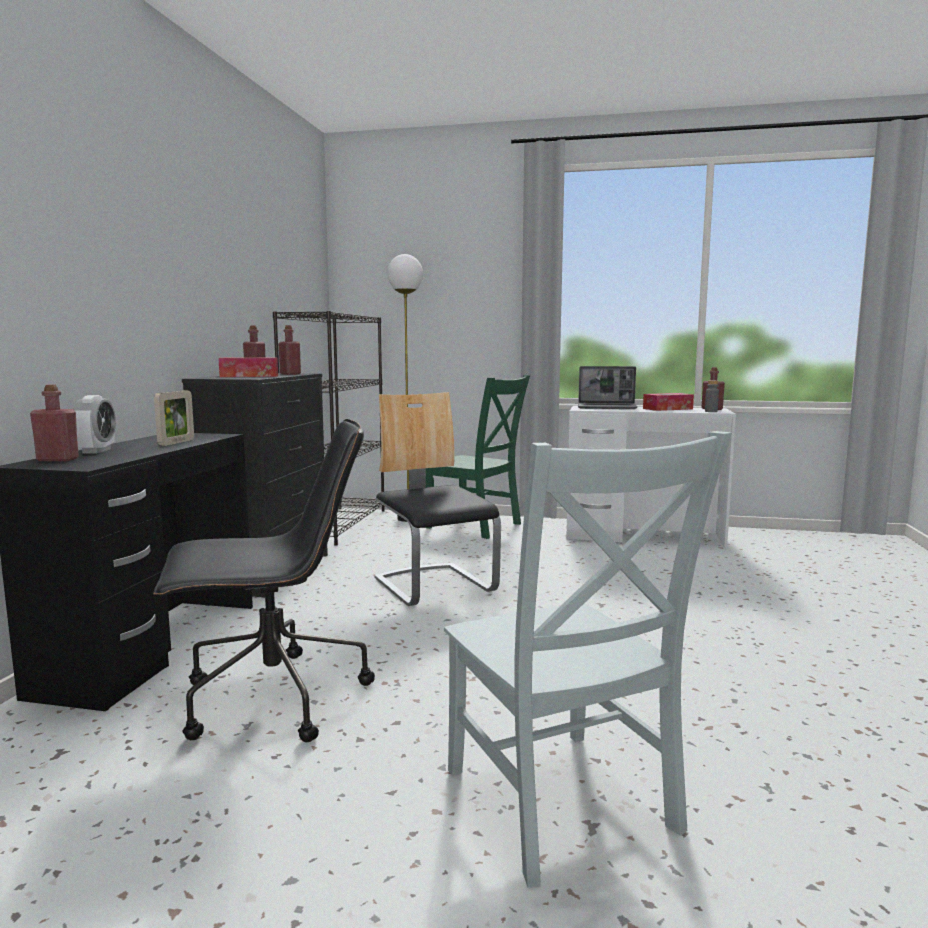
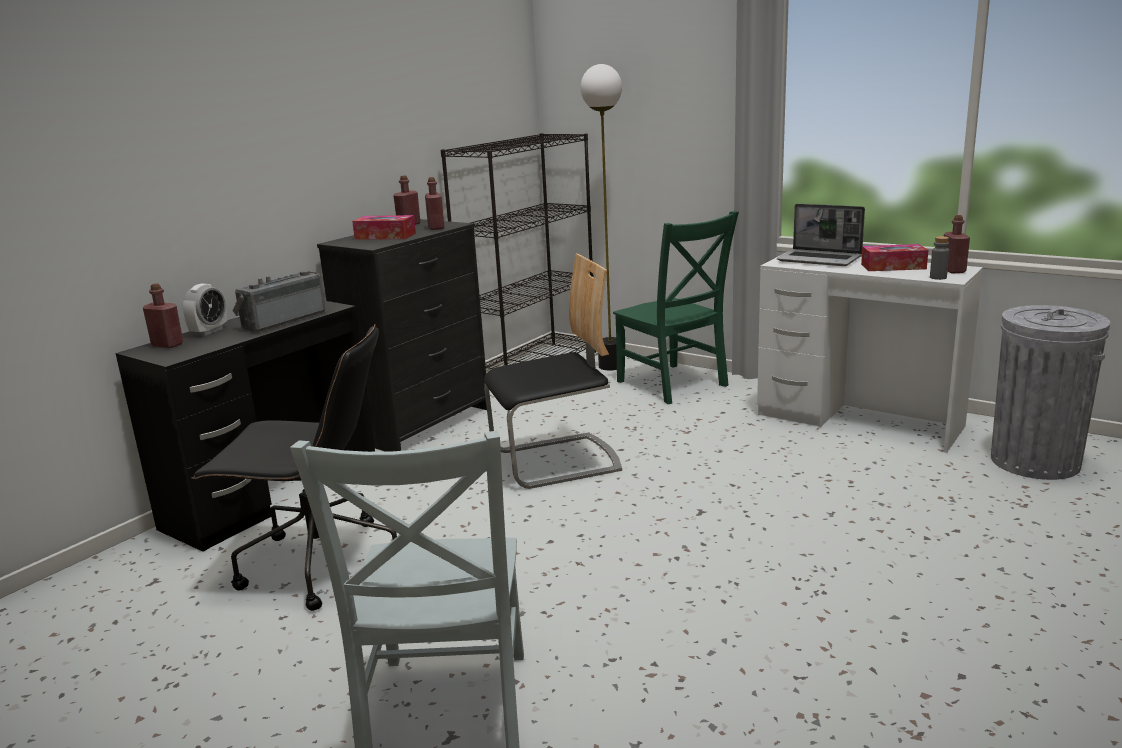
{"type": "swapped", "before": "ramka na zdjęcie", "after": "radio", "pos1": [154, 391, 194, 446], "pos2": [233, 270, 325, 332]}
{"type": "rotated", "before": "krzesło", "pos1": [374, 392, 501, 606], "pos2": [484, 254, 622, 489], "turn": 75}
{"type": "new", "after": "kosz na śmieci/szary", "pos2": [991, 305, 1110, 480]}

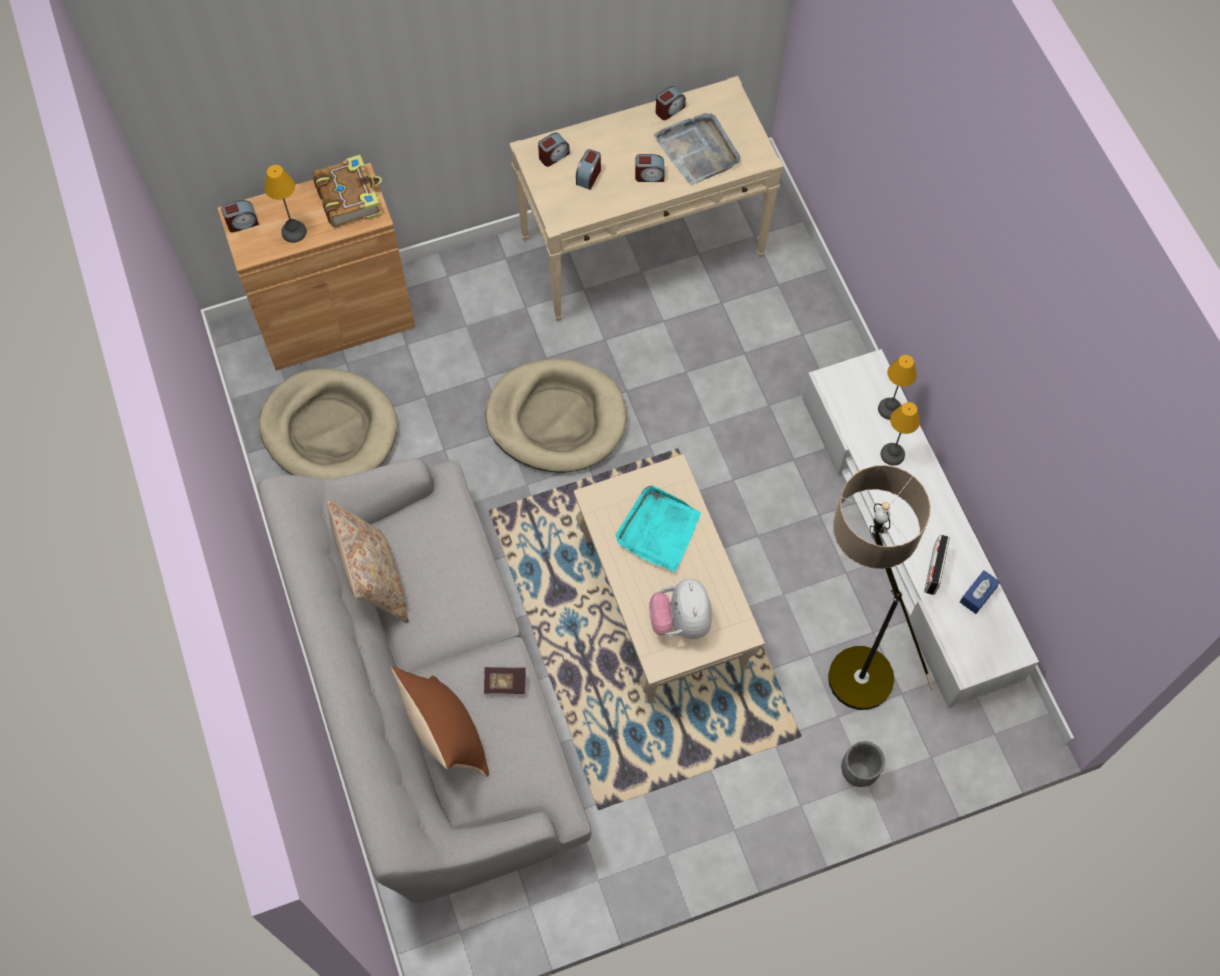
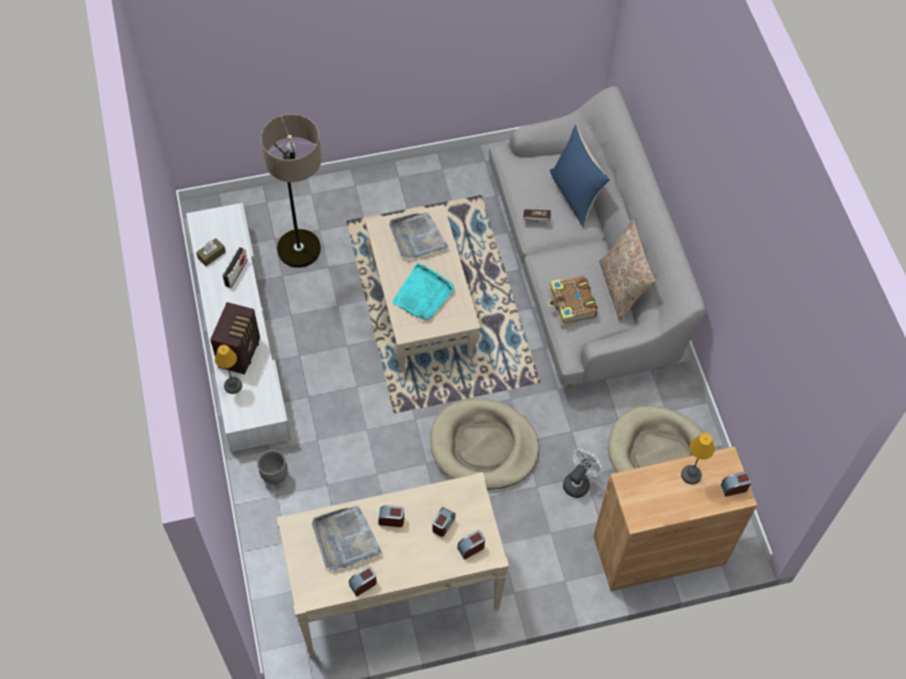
{"type": "shifted", "before": "książka", "pos1": [313, 155, 382, 228], "pos2": [548, 275, 598, 326]}
{"type": "swapped", "before": "lampa stołowa", "after": "radio", "pos1": [881, 402, 920, 466], "pos2": [210, 302, 260, 375]}
{"type": "repainted", "before": "pudełko chusteczek/niebieski", "after": "pudełko chusteczek/brązowy", "pos1": [960, 570, 1000, 614], "pos2": [196, 238, 226, 266]}
{"type": "swapped", "before": "pluszak", "after": "taca/szary", "pos1": [649, 578, 712, 639], "pos2": [389, 212, 448, 259]}
{"type": "repainted", "before": "poduszka/brązowy", "after": "poduszka/niebieski", "pos1": [391, 666, 489, 777], "pos2": [550, 125, 610, 227]}
{"type": "shifted", "before": "donica/szary", "pos1": [841, 741, 885, 787], "pos2": [257, 450, 288, 485]}
{"type": "new", "after": "wentylator/biały", "pos2": [563, 449, 602, 498]}

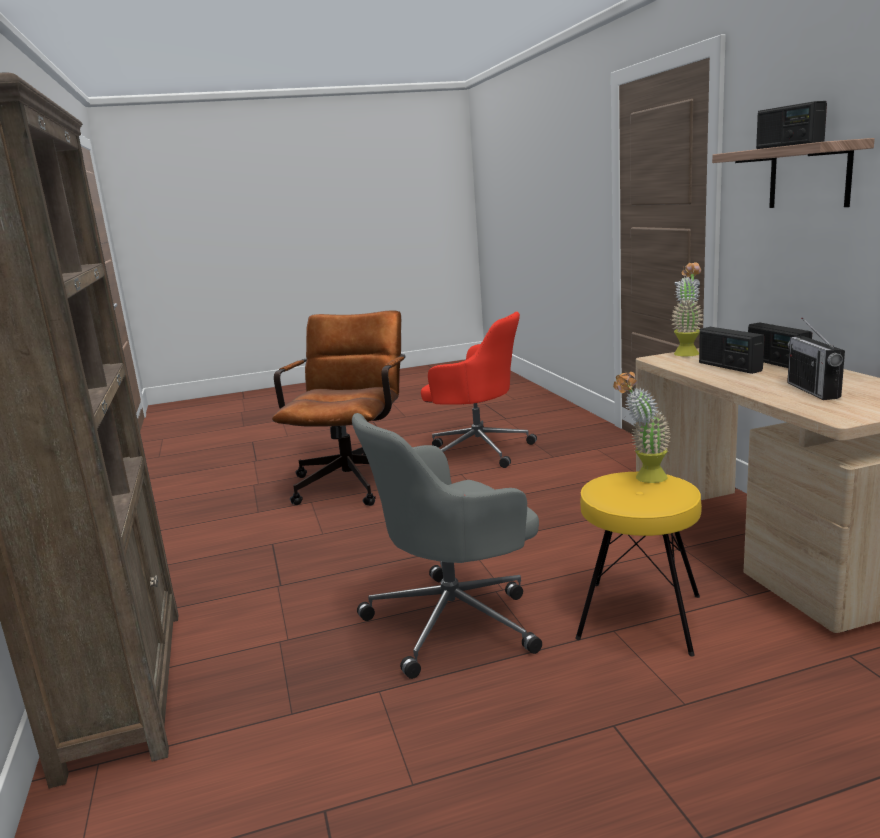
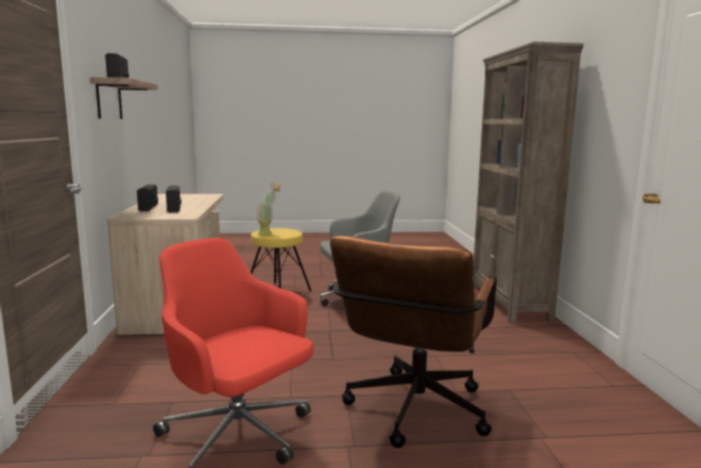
{"type": "gone", "before": "roślina doniczkowa", "pos1": [671, 262, 703, 356]}
{"type": "gone", "before": "radio", "pos1": [787, 318, 845, 400]}

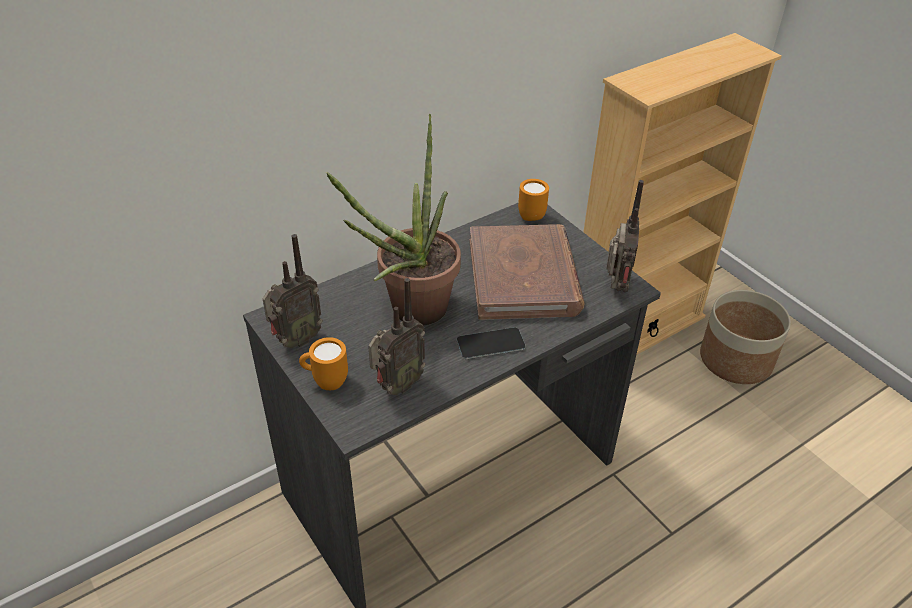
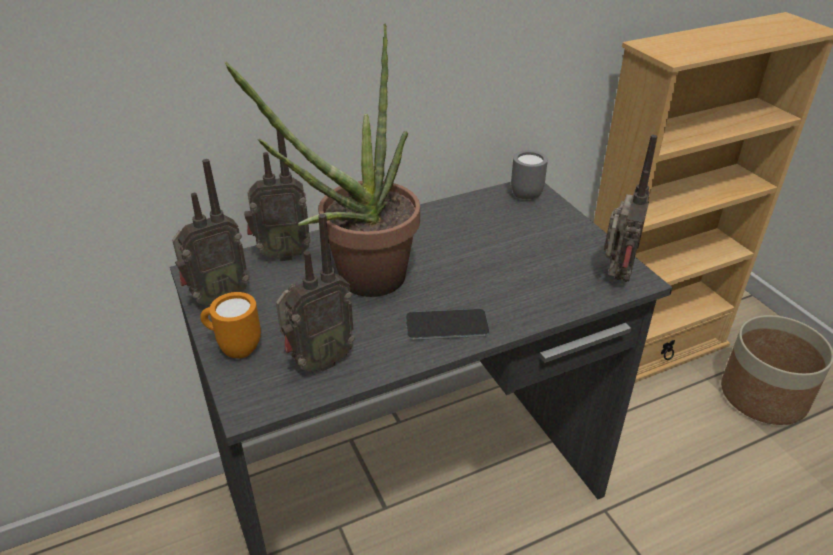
{"type": "repainted", "before": "kubek/pomarańczowy", "after": "kubek/szary", "pos1": [518, 179, 549, 221], "pos2": [511, 150, 548, 199]}
{"type": "gone", "before": "książka/brązowy", "pos1": [470, 224, 585, 320]}
{"type": "new", "after": "radio", "pos2": [244, 130, 311, 261]}

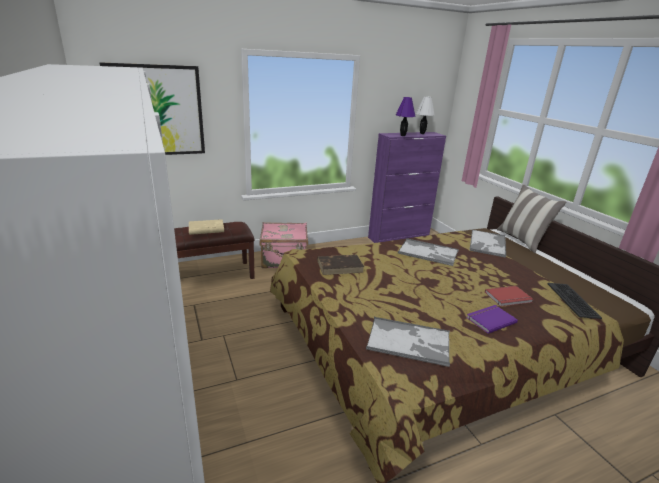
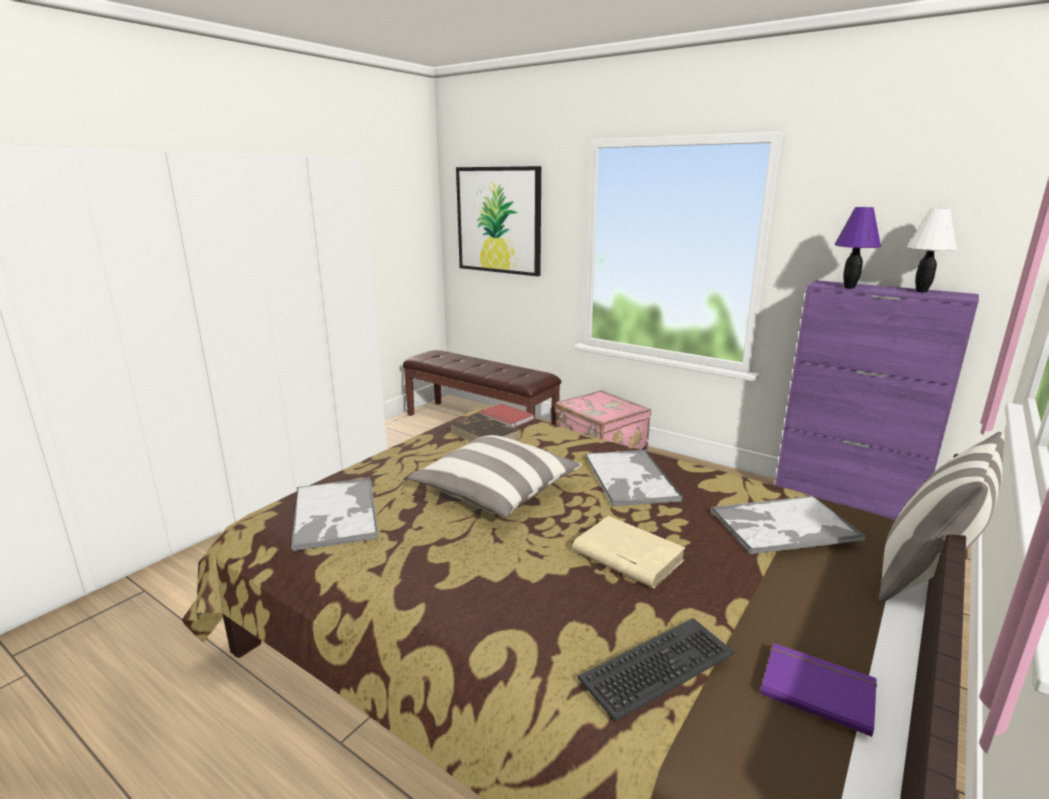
{"type": "shifted", "before": "książka/beżowy", "pos1": [189, 219, 224, 235], "pos2": [573, 516, 685, 588]}
{"type": "shifted", "before": "książka/czerwony", "pos1": [485, 286, 533, 307], "pos2": [479, 403, 535, 428]}
{"type": "shifted", "before": "książka/fioletowy", "pos1": [466, 305, 518, 334], "pos2": [760, 643, 877, 737]}
{"type": "new", "after": "poduszka", "pos2": [407, 435, 582, 518]}

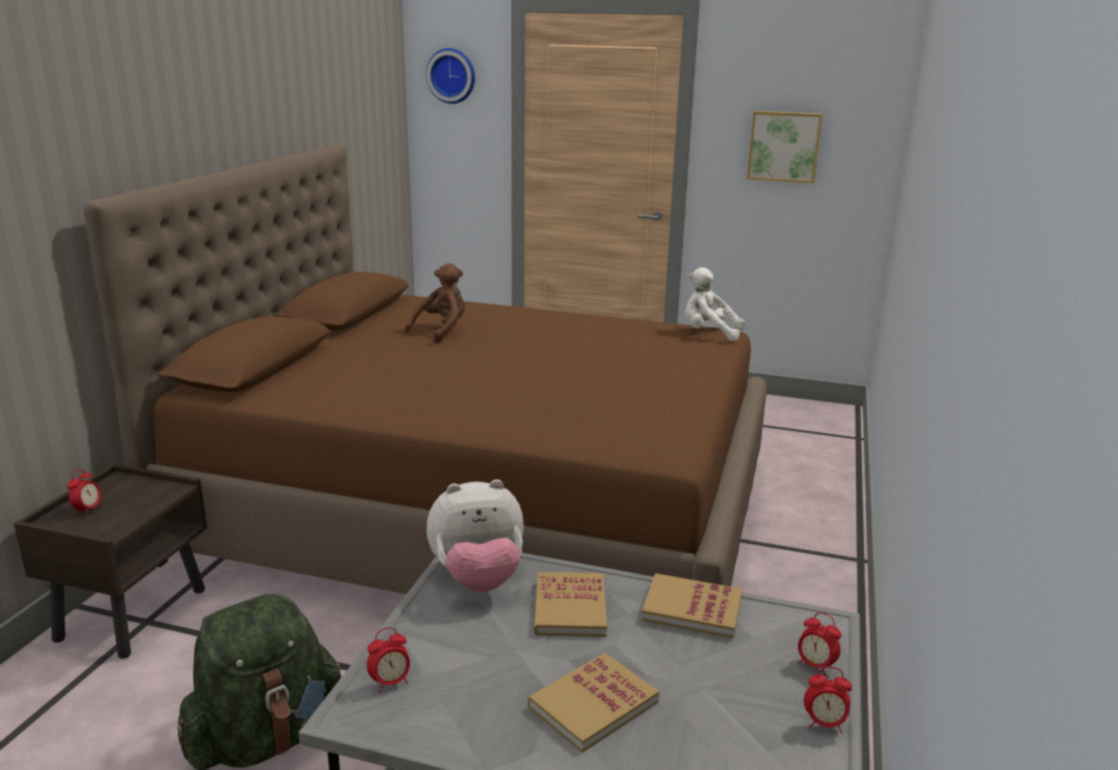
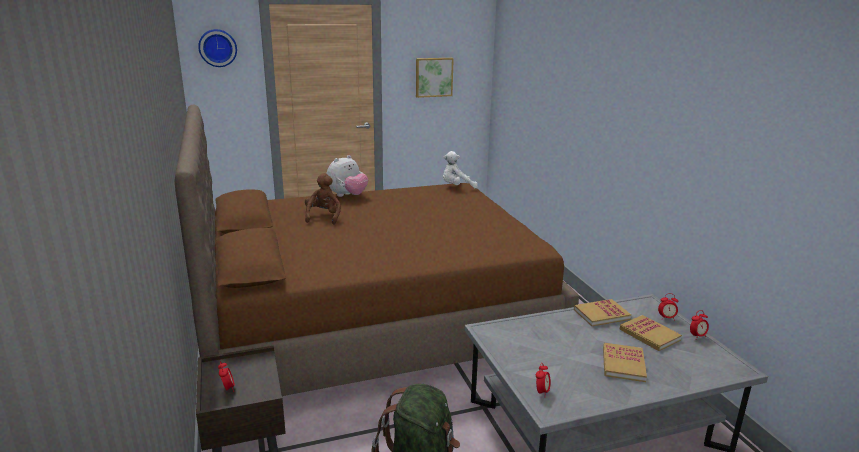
{"type": "shifted", "before": "pluszak", "pos1": [427, 480, 524, 592], "pos2": [326, 155, 368, 197]}
{"type": "shifted", "before": "książka", "pos1": [534, 572, 607, 637], "pos2": [620, 315, 682, 351]}

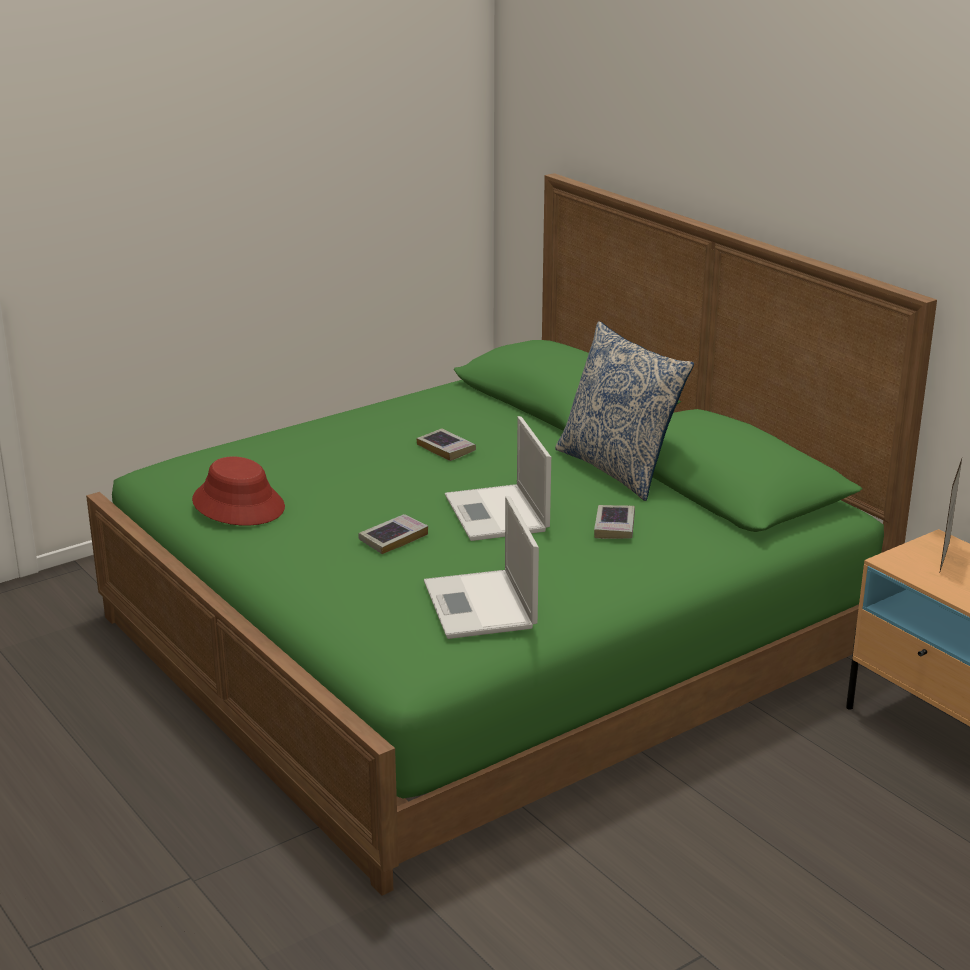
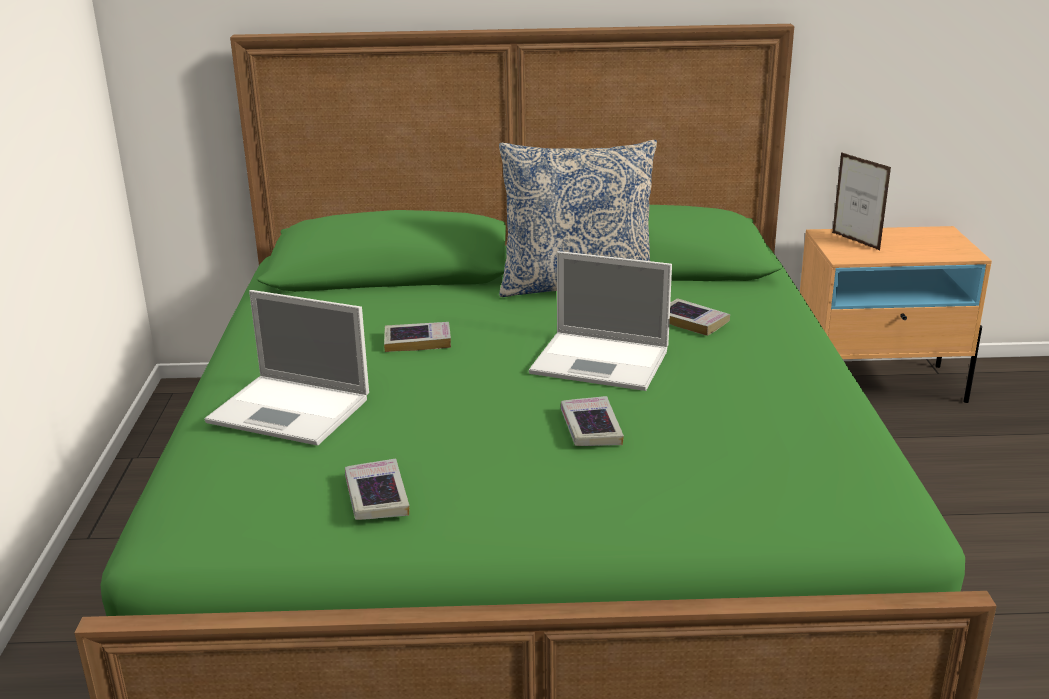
{"type": "swapped", "before": "kapelusz/czerwony", "after": "książka", "pos1": [192, 457, 285, 526], "pos2": [345, 459, 410, 520]}
{"type": "shifted", "before": "laptop", "pos1": [424, 496, 539, 639], "pos2": [205, 290, 369, 446]}

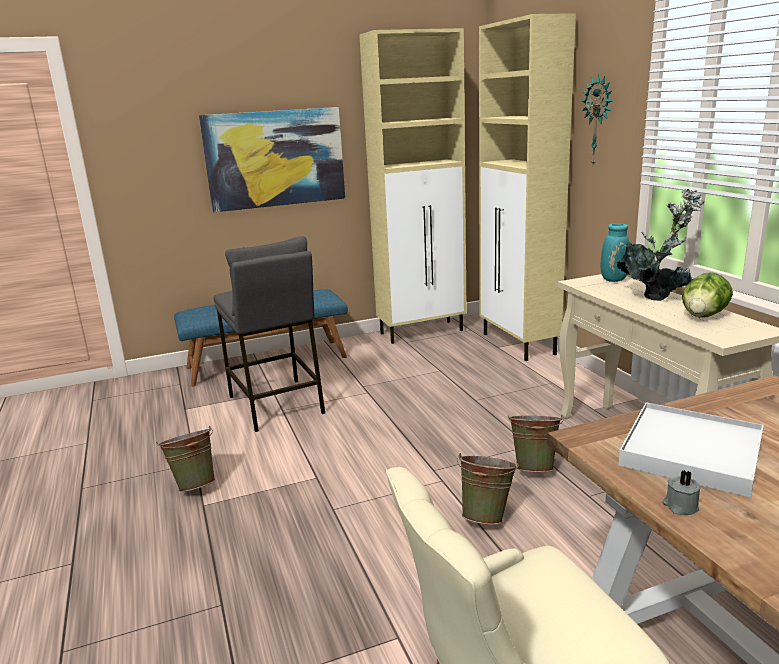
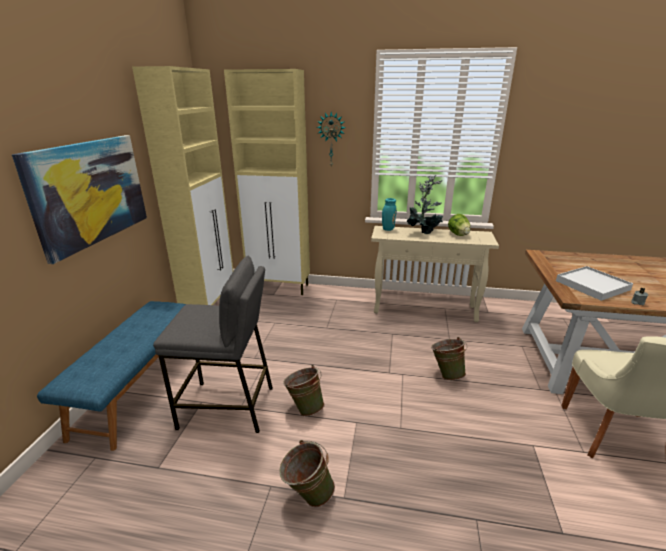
{"type": "shifted", "before": "wiadro/zielony", "pos1": [507, 415, 563, 472], "pos2": [283, 365, 325, 416]}

